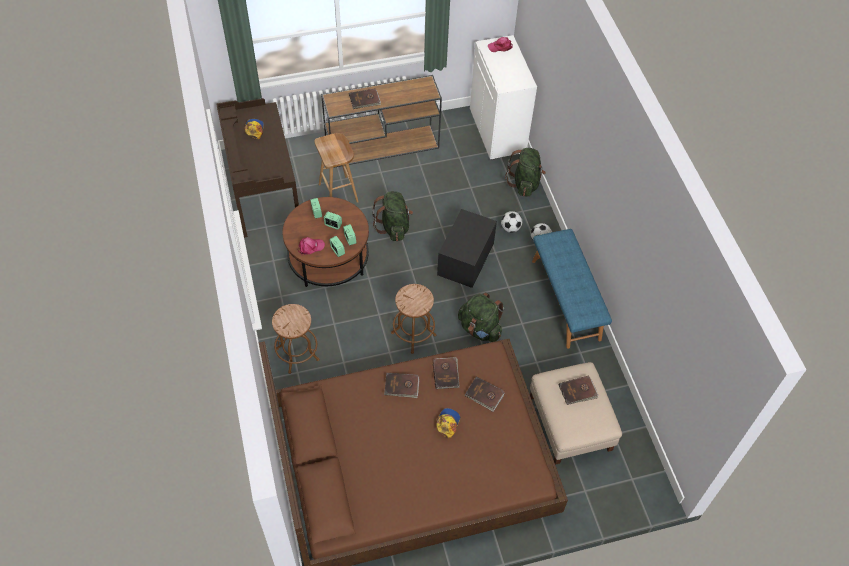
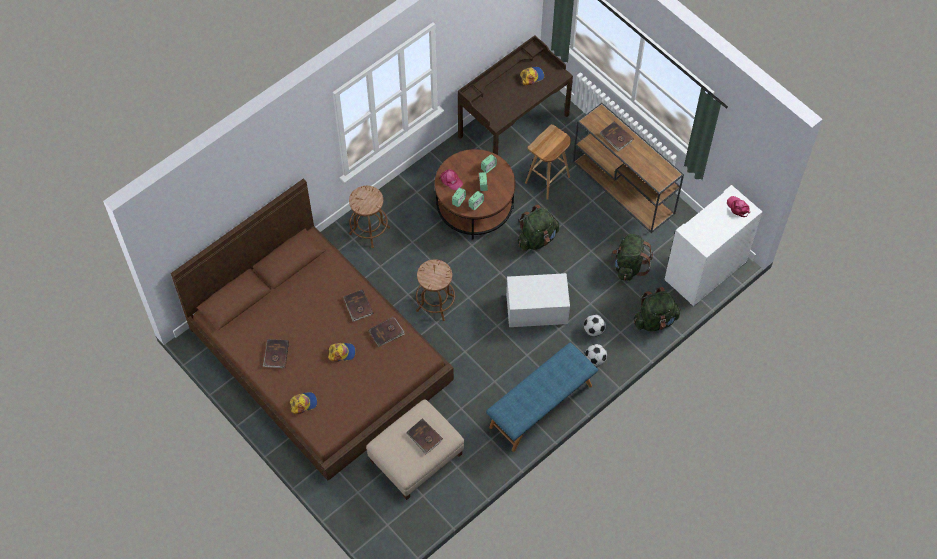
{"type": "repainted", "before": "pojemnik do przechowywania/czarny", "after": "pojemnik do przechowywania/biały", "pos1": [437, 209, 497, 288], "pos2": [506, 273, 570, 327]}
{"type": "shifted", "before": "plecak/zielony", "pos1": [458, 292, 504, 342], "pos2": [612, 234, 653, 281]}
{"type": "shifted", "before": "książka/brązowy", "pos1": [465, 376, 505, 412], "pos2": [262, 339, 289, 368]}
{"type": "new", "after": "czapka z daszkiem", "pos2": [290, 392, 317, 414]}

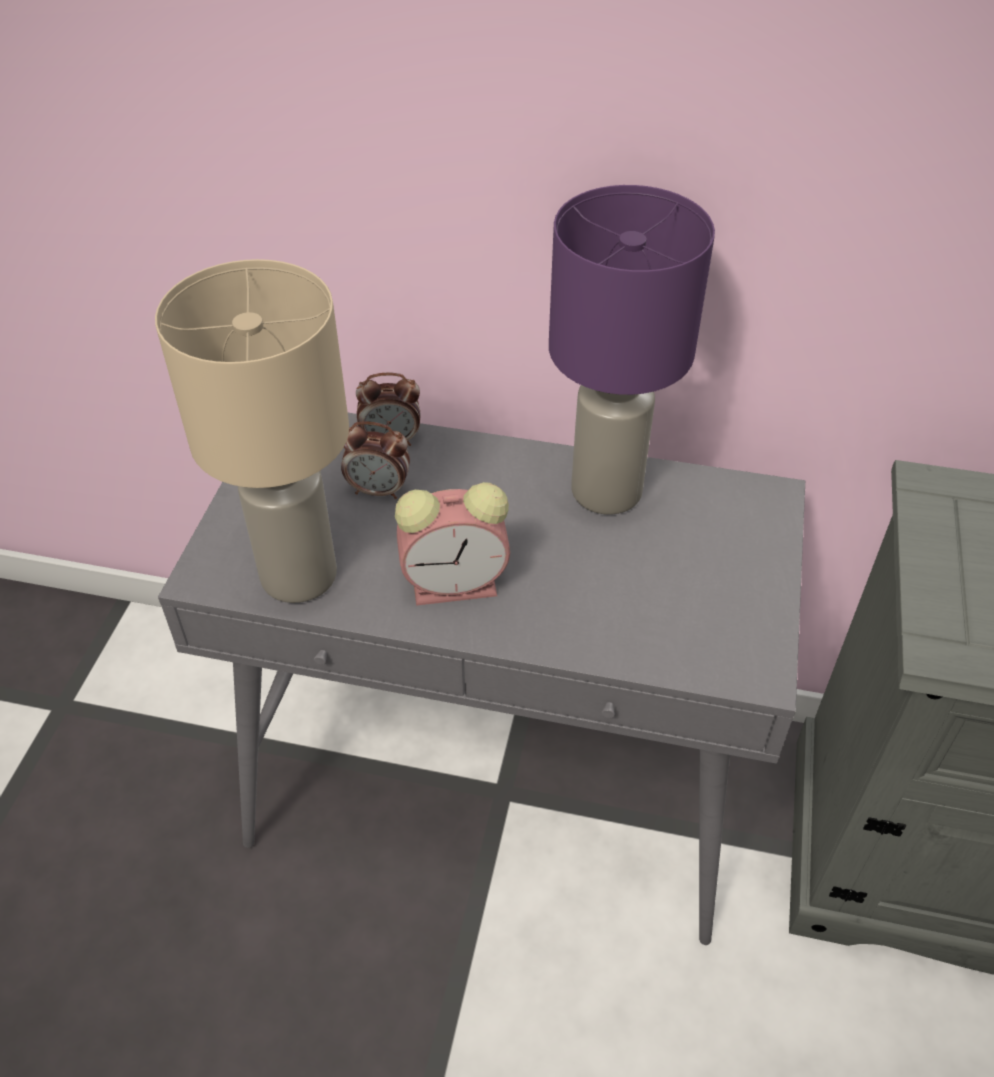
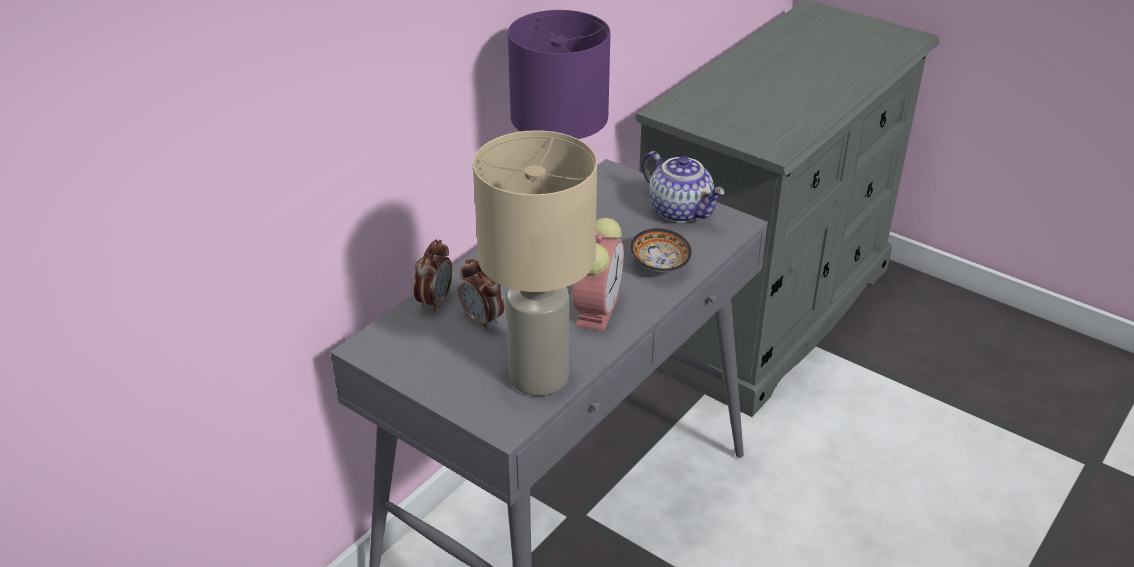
{"type": "rotated", "before": "budzik", "pos1": [341, 421, 410, 499], "pos2": [458, 259, 504, 331], "turn": 105}
{"type": "new", "after": "imbryk", "pos2": [642, 151, 725, 223]}
{"type": "new", "after": "miska", "pos2": [630, 228, 692, 272]}

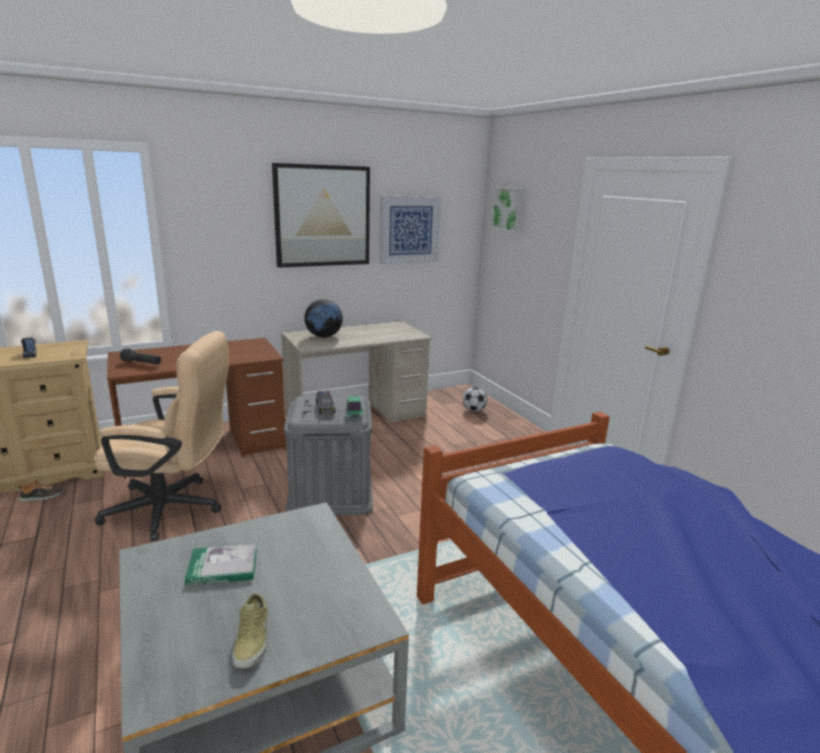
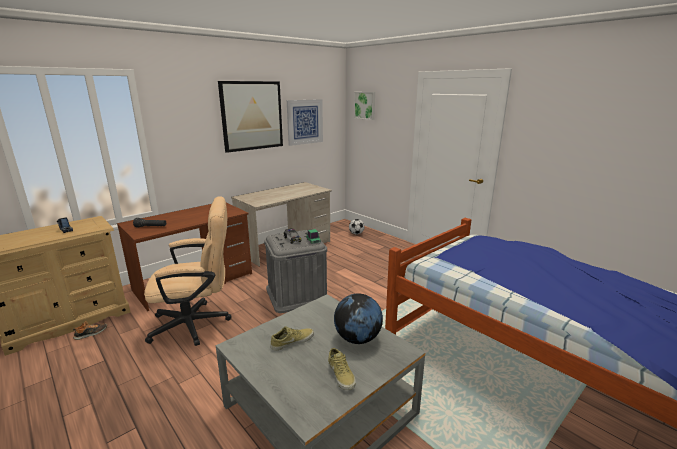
{"type": "shifted", "before": "globus", "pos1": [304, 299, 343, 338], "pos2": [334, 294, 383, 344]}
{"type": "swapped", "before": "książka", "after": "but/beżowy", "pos1": [185, 544, 257, 586], "pos2": [271, 326, 314, 350]}

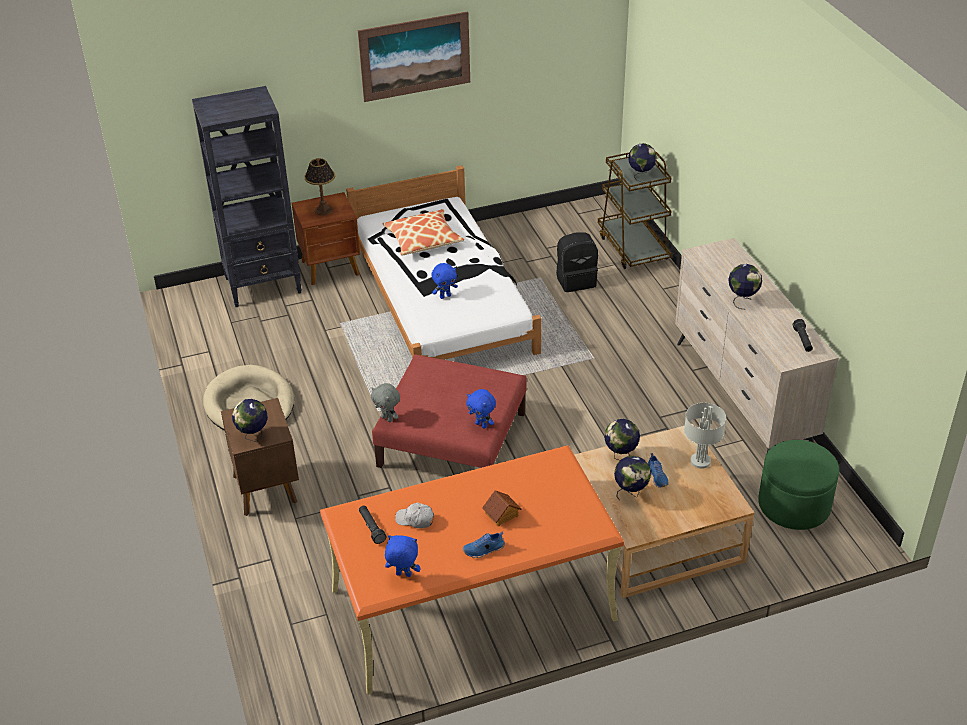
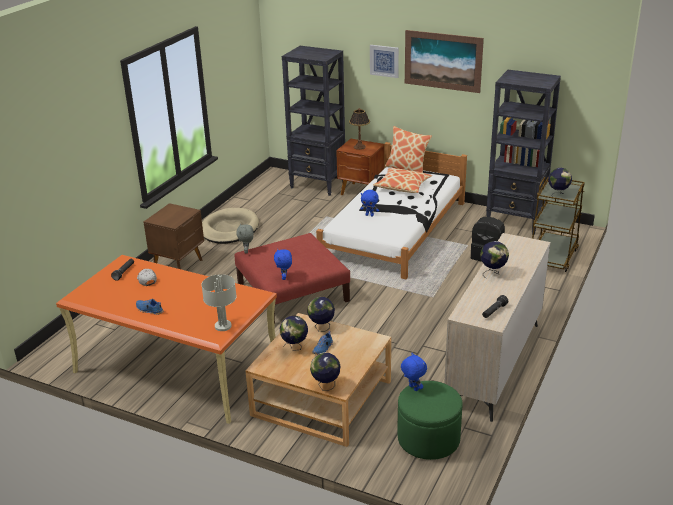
{"type": "shifted", "before": "globus", "pos1": [232, 399, 268, 442], "pos2": [310, 352, 340, 391]}
{"type": "shifted", "before": "lampa stołowa/szary", "pos1": [684, 403, 726, 469], "pos2": [201, 274, 237, 331]}
{"type": "gone", "before": "domek", "pos1": [482, 490, 522, 527]}
{"type": "shifted", "before": "pluszak/niebieski", "pos1": [385, 535, 421, 577], "pos2": [401, 353, 427, 391]}
{"type": "new", "after": "obraz", "pos2": [370, 45, 399, 78]}
{"type": "new", "after": "regał/czarny", "pos2": [486, 70, 561, 235]}
{"type": "new", "after": "poduszka", "pos2": [385, 126, 432, 173]}

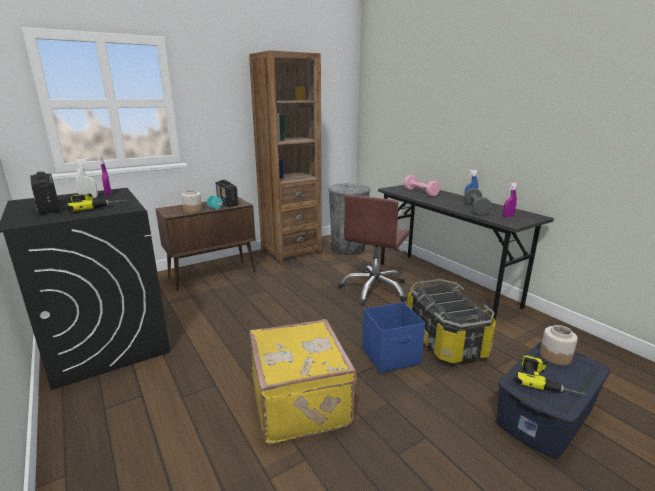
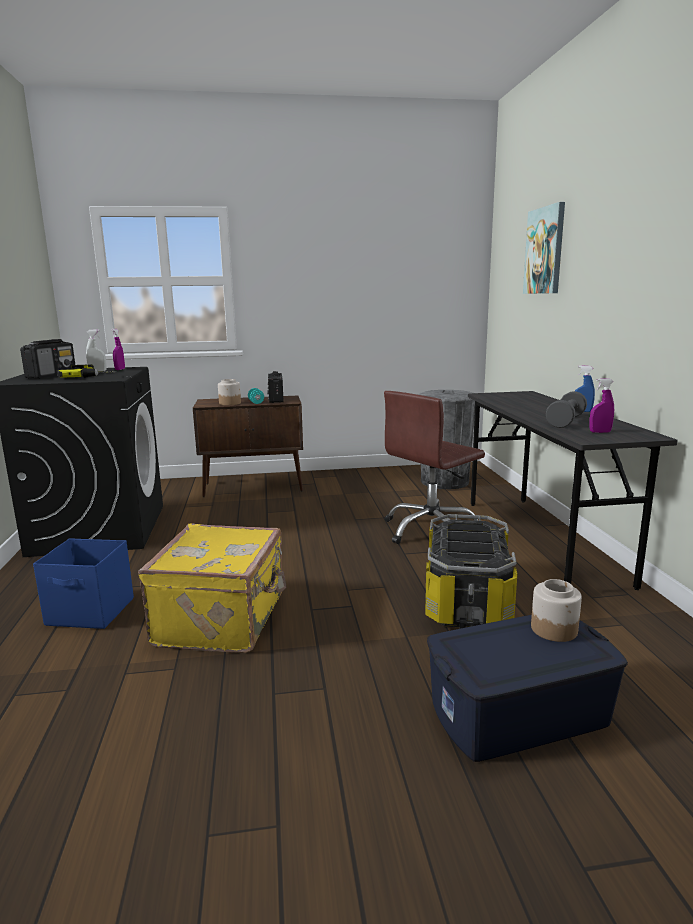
{"type": "gone", "before": "regał/brązowy", "pos1": [249, 50, 322, 264]}
{"type": "rotated", "before": "radio", "pos1": [30, 172, 61, 214], "pos2": [20, 339, 75, 379], "turn": -150}
{"type": "gone", "before": "hantel/różowy", "pos1": [404, 175, 440, 196]}
{"type": "shifted", "before": "pojemnik do przechowywania/niebieski", "pos1": [362, 302, 425, 373], "pos2": [33, 538, 134, 629]}
{"type": "gone", "before": "wiertarka", "pos1": [515, 354, 587, 395]}
{"type": "new", "after": "obraz", "pos2": [523, 202, 565, 294]}

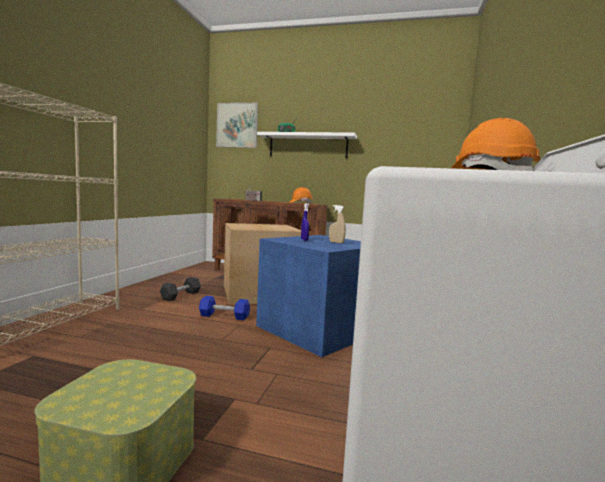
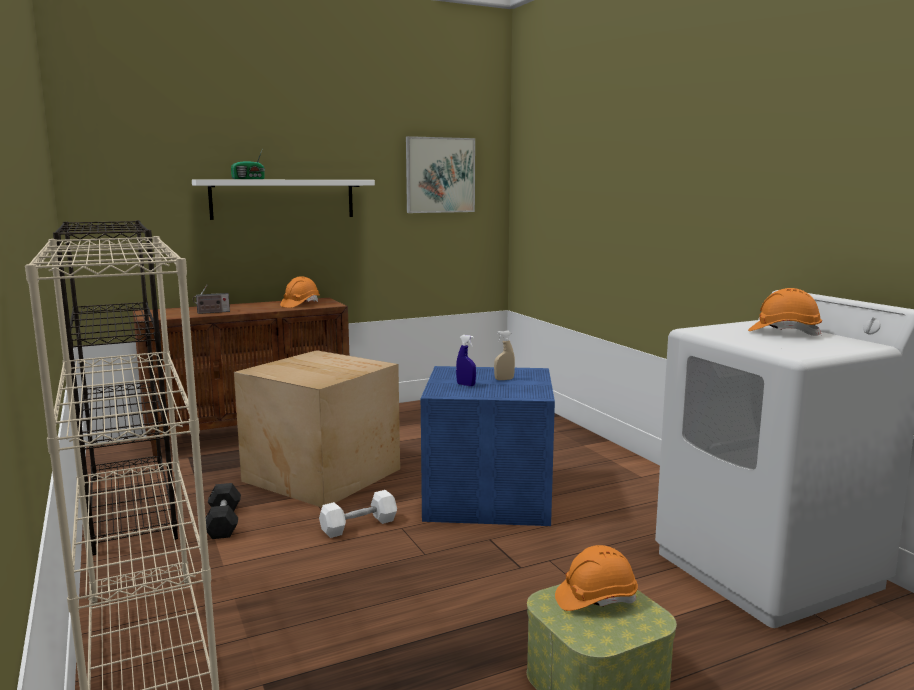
{"type": "shifted", "before": "obraz", "pos1": [216, 103, 258, 148], "pos2": [406, 136, 475, 213]}
{"type": "repainted", "before": "hantel/niebieski", "after": "hantel/biały", "pos1": [199, 296, 250, 320], "pos2": [319, 490, 397, 538]}
{"type": "new", "after": "regał/czarny", "pos2": [53, 220, 178, 556]}
{"type": "new", "after": "kask/pomarańczowy", "pos2": [555, 545, 638, 611]}

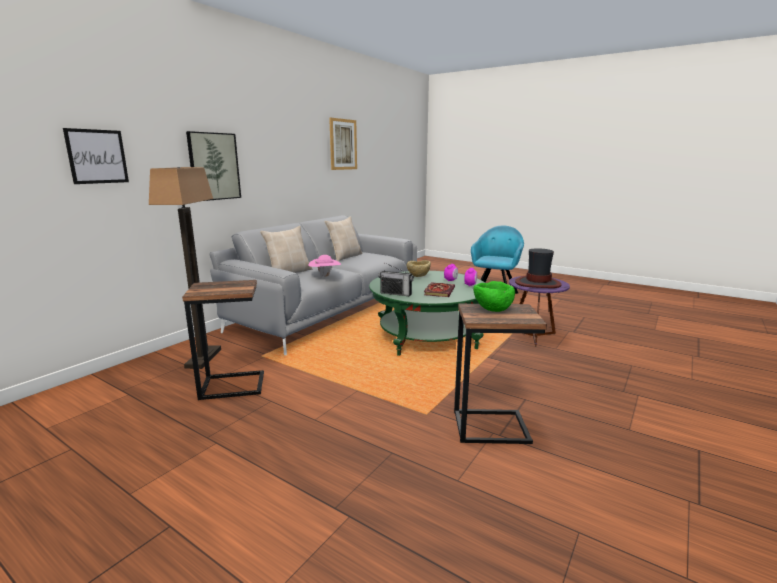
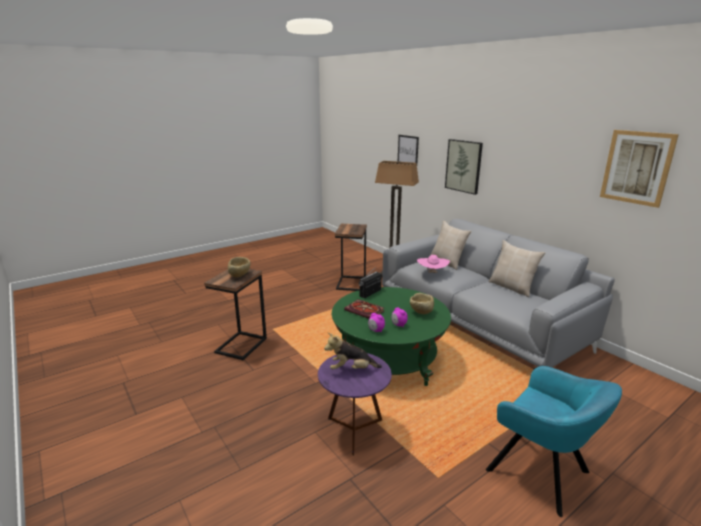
{"type": "swapped", "before": "kapelusz", "after": "pluszak", "pos1": [515, 248, 562, 288], "pos2": [324, 332, 382, 369]}
{"type": "repainted", "before": "miska/zielony", "after": "miska/beżowy", "pos1": [473, 281, 515, 312], "pos2": [228, 257, 251, 277]}

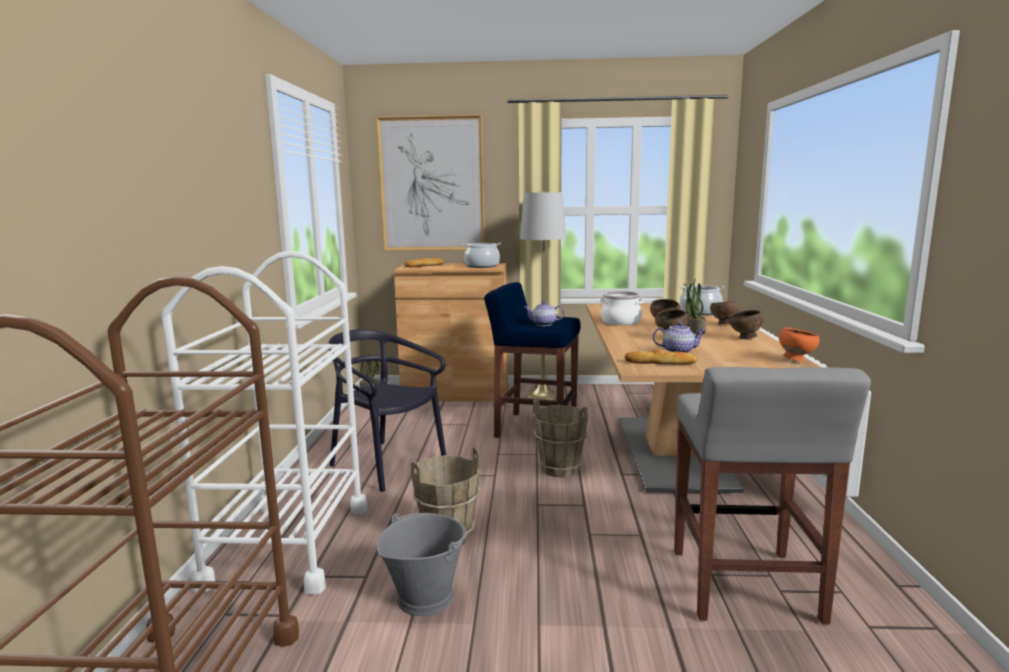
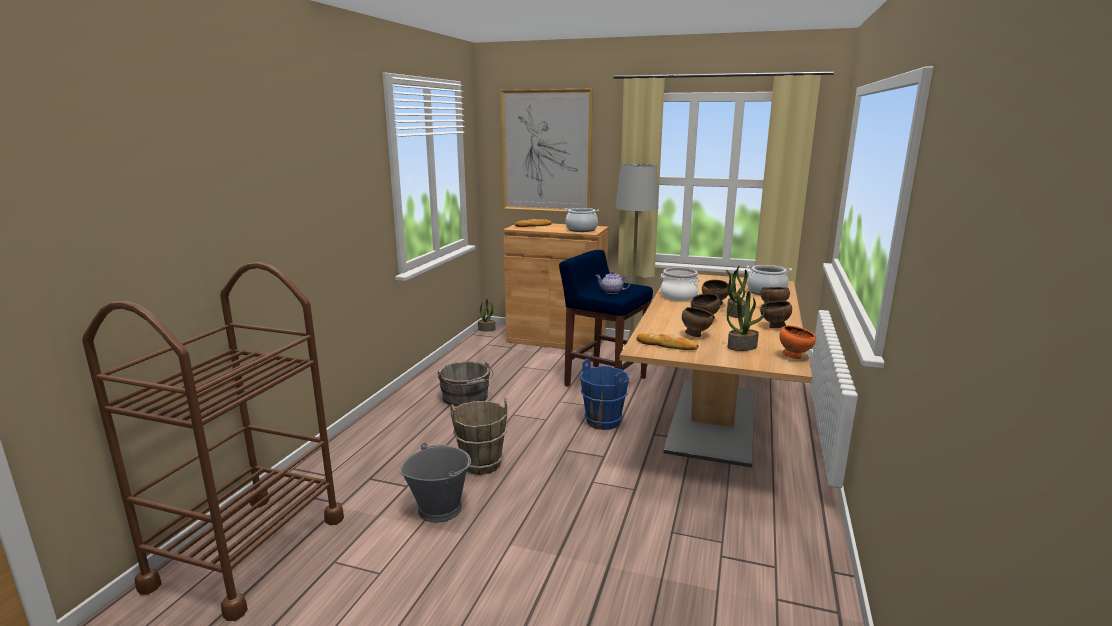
{"type": "gone", "before": "wózek/biały", "pos1": [161, 251, 367, 595]}
{"type": "swapped", "before": "imbryk", "after": "miska/brązowy", "pos1": [653, 322, 706, 353], "pos2": [682, 307, 713, 337]}
{"type": "swapped", "before": "krzesło/czarny", "after": "wiadro/szary", "pos1": [328, 329, 446, 492], "pos2": [438, 361, 494, 407]}
{"type": "gone", "before": "stołek/szary", "pos1": [674, 367, 871, 624]}
{"type": "repainted", "before": "wiadro/brązowy", "after": "wiadro/niebieski", "pos1": [533, 398, 589, 478], "pos2": [580, 358, 629, 430]}
{"type": "new", "after": "roślina doniczkowa", "pos2": [727, 291, 766, 351]}

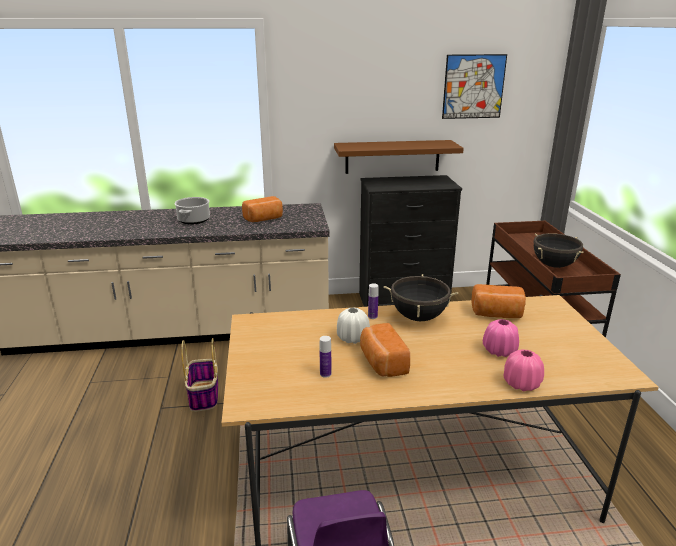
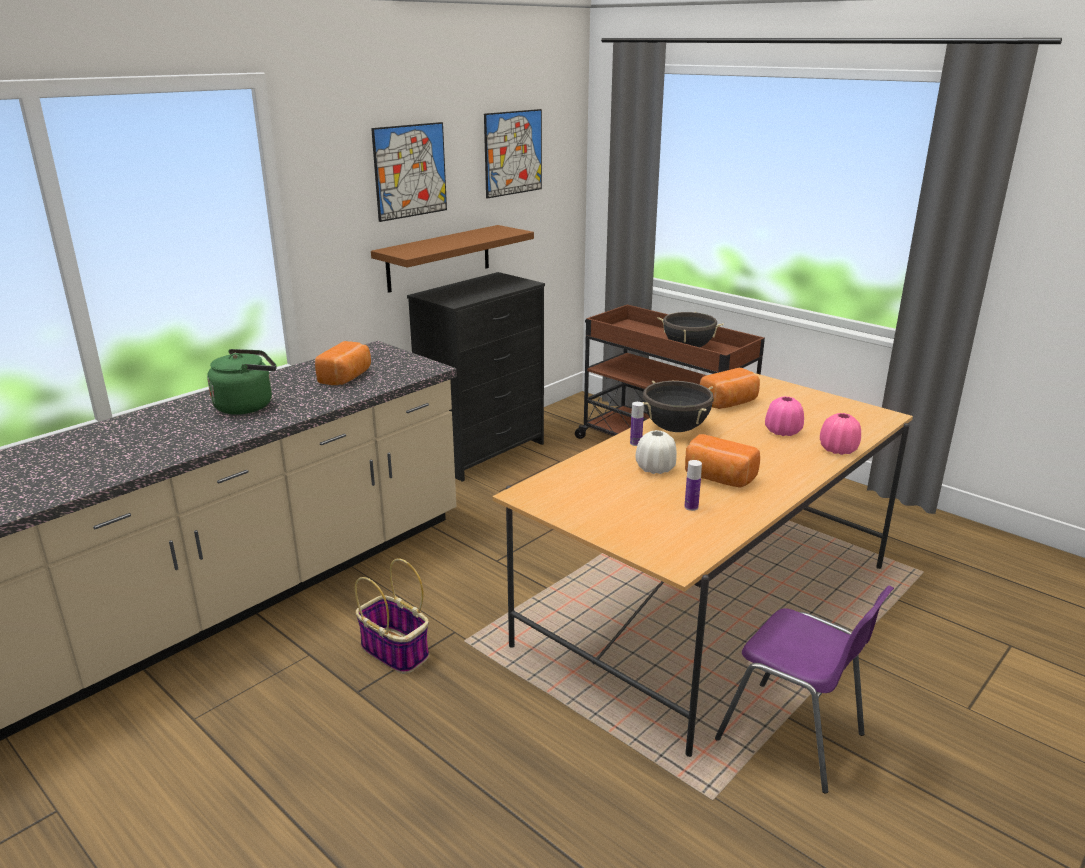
{"type": "swapped", "before": "garnek", "after": "czajnik/zielony", "pos1": [174, 197, 210, 224], "pos2": [207, 349, 277, 415]}
{"type": "new", "after": "obraz", "pos2": [371, 122, 447, 222]}

